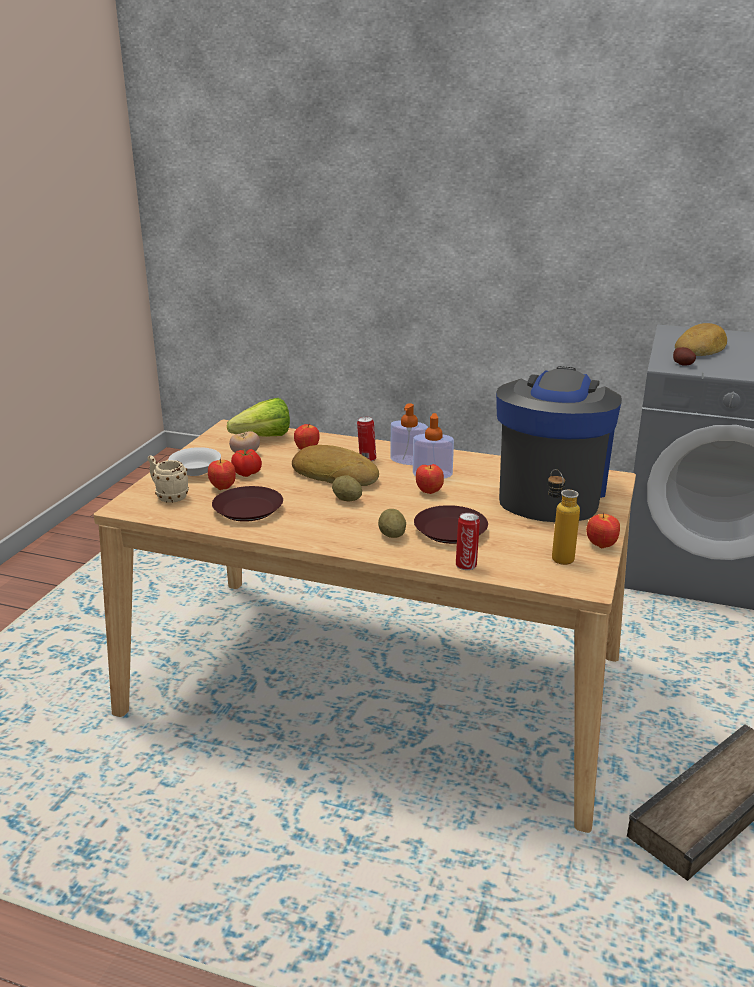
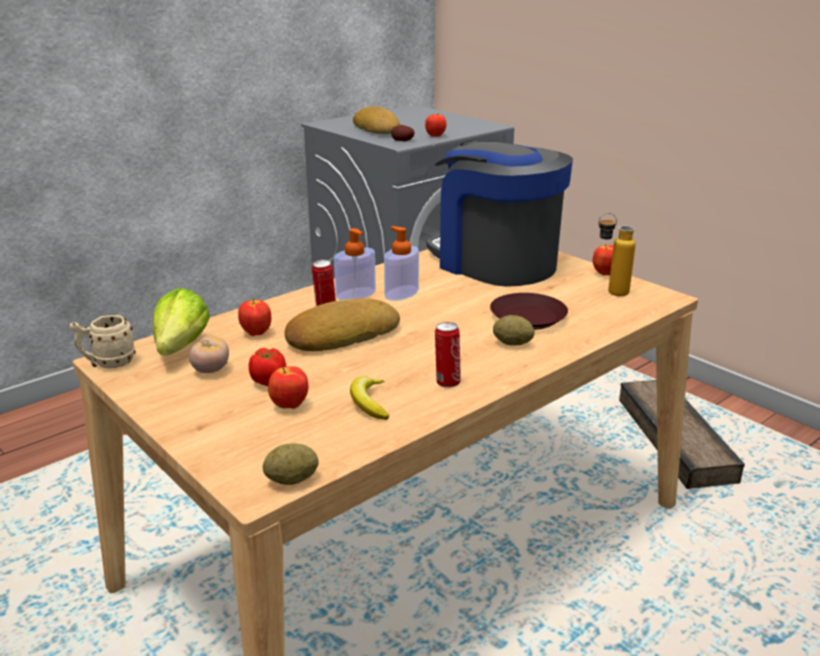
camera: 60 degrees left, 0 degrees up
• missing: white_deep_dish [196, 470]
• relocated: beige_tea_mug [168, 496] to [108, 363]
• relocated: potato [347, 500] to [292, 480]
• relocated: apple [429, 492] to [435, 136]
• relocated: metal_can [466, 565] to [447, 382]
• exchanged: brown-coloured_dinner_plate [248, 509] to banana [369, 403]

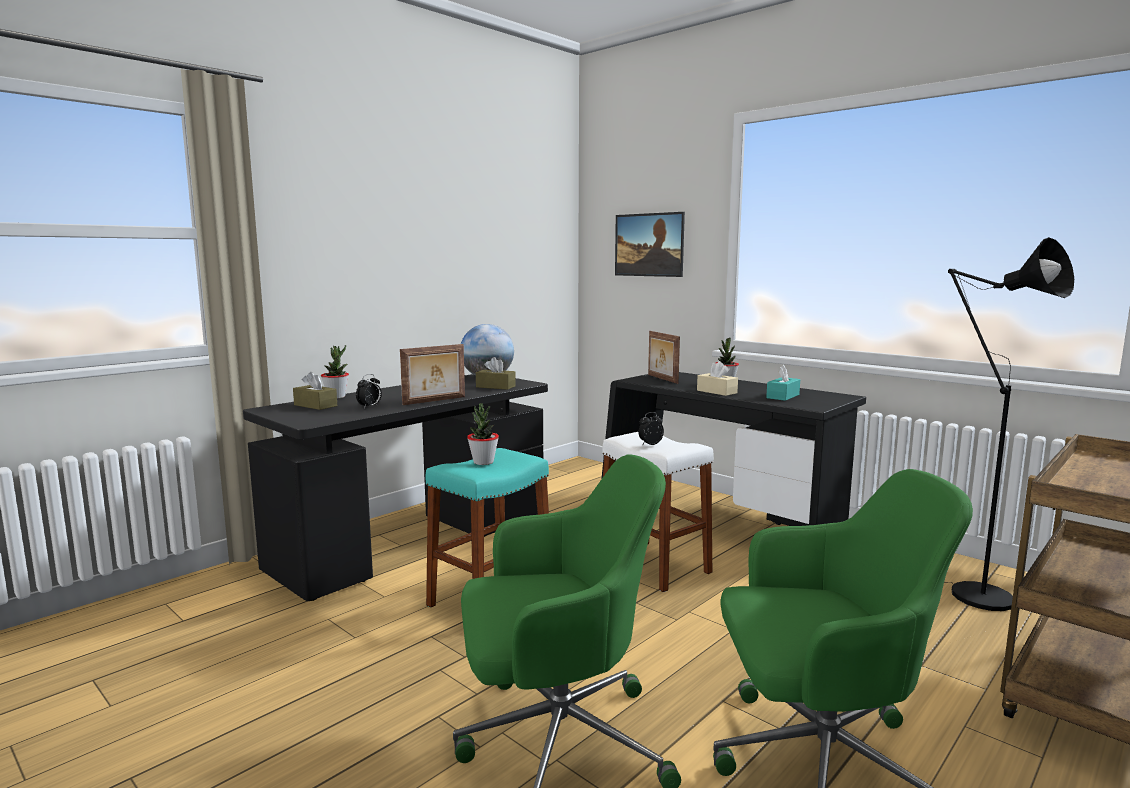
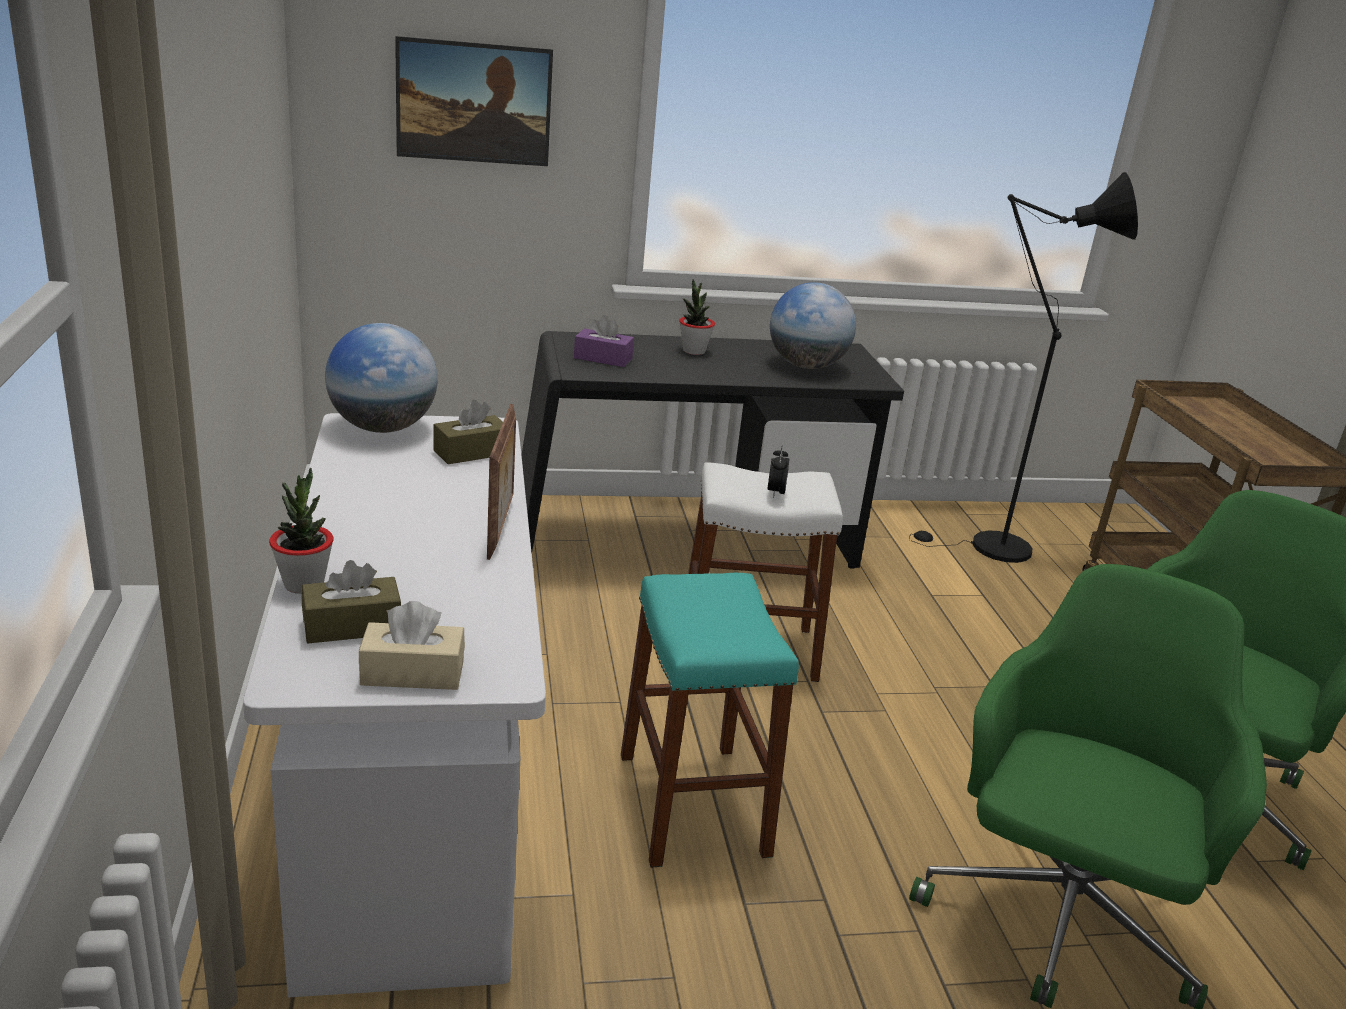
camera: 55 degrees left, 15 degrees up
• missing: bedside_clock [369, 407]
• missing: potted_plant [483, 462]
• relocated: beige_box_of_tissues [716, 392] to [412, 673]
• exchanged: photo_frame [661, 379] to purplish_box_of_tissues [603, 358]
• exchanged: blue-green_box_of_tissues [783, 396] to globe [806, 366]
• colour: blackish_desk_unit [415, 542] to white_desk_unit [412, 780]

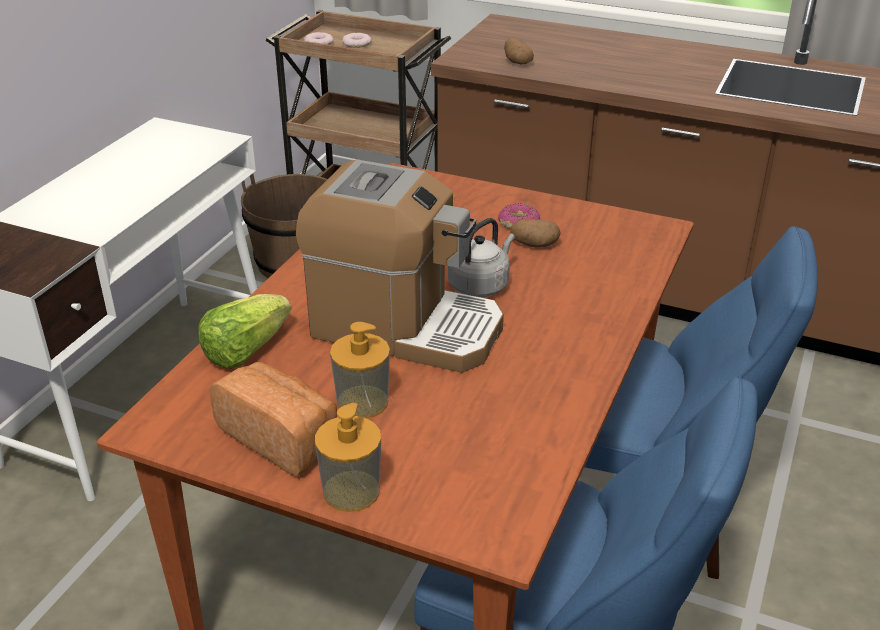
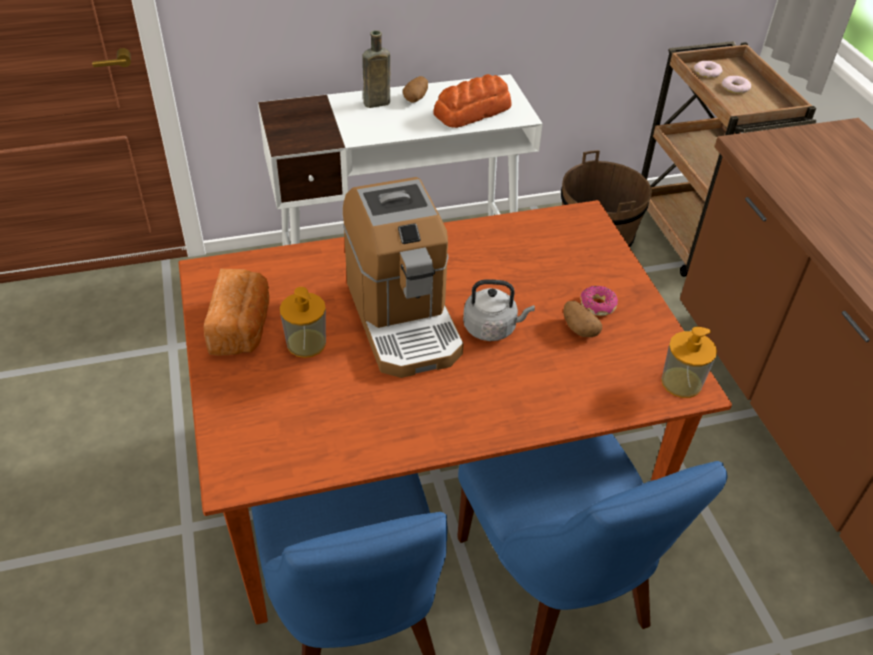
camera: 50 degrees right, 10 degrees up
• missing: lettuce_head [245, 350]
• appeared: brown-coloured_drink_bottle [375, 103]
• appeared: baked_bread [473, 111]
• relocated: liquid_soap_bottle [351, 491] to [681, 382]
• relocated: potato [516, 62] to [416, 98]

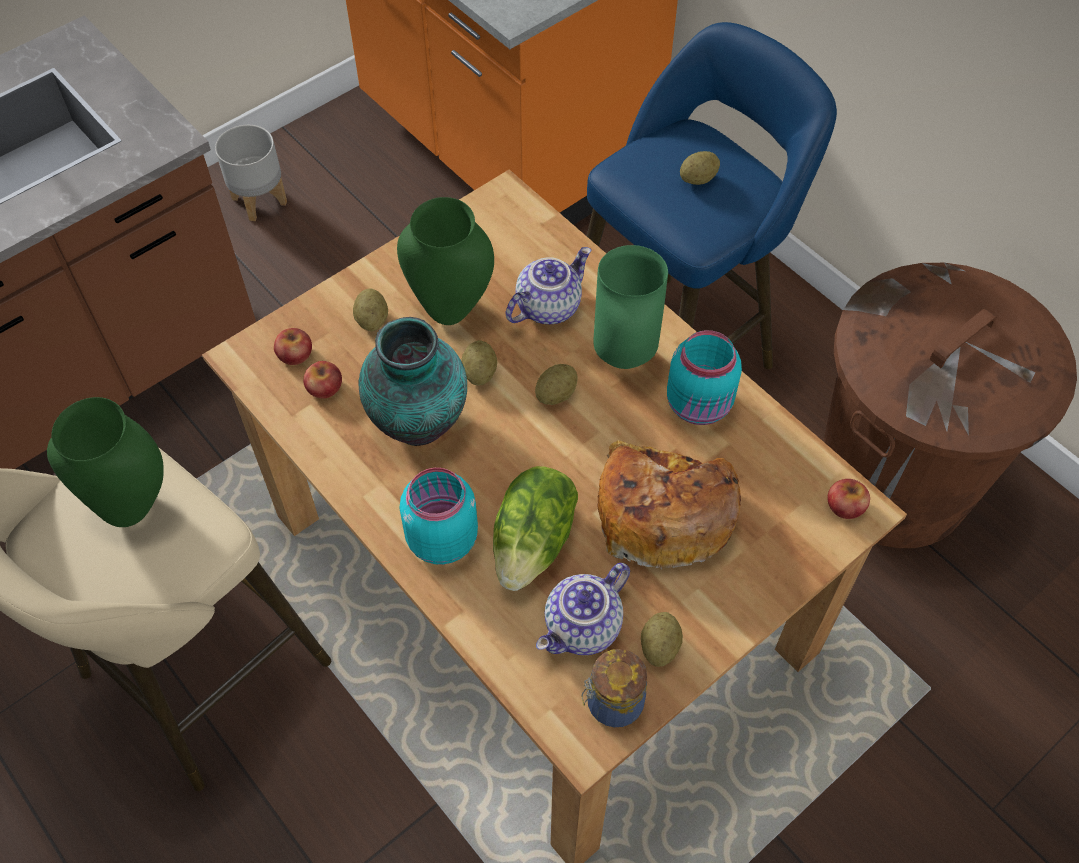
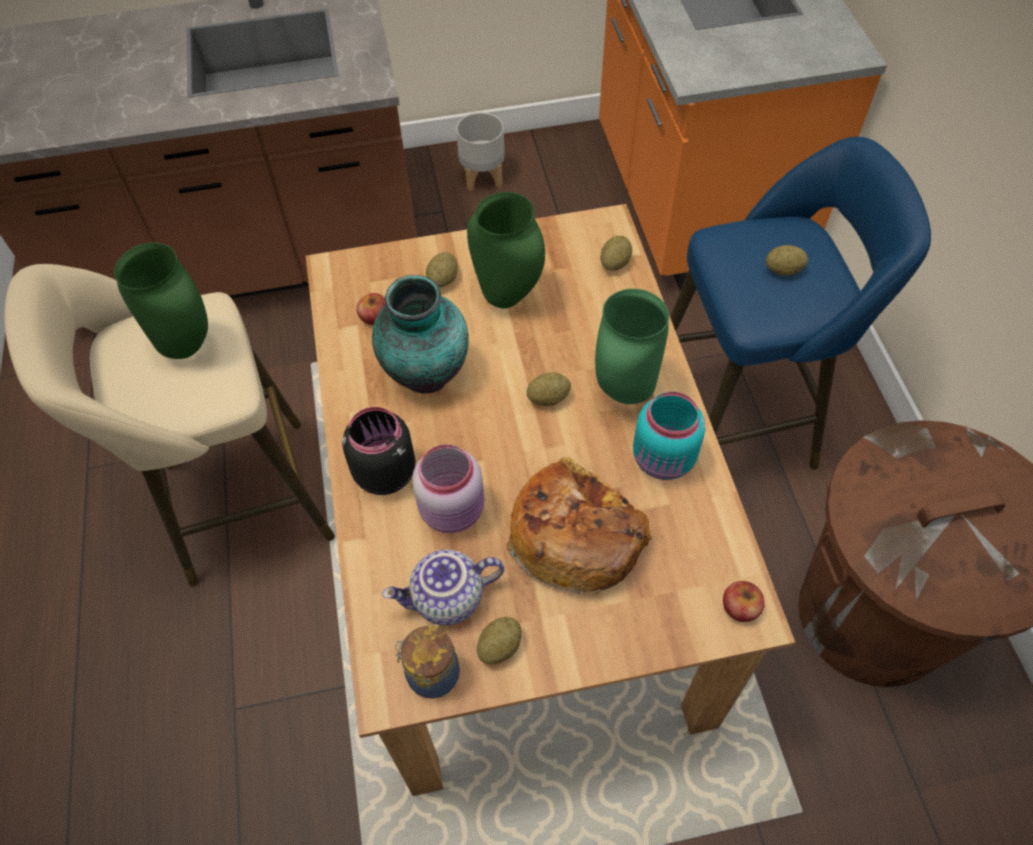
camera: 30 degrees right, 0 degrees up
• missing: apple [295, 354]
• missing: teapot [547, 306]
• relocated: potato [479, 373] to [615, 263]
• exchanged: lettuce_head [535, 542] to pink_storage_jar [454, 510]
• colour: blue-green_storage_jar [440, 538] to blackish_storage_jar [384, 472]

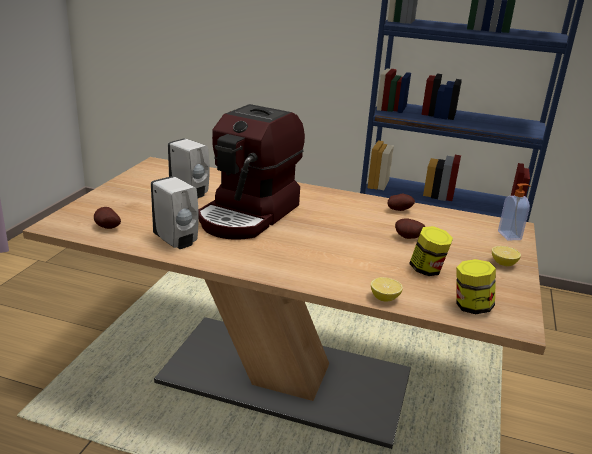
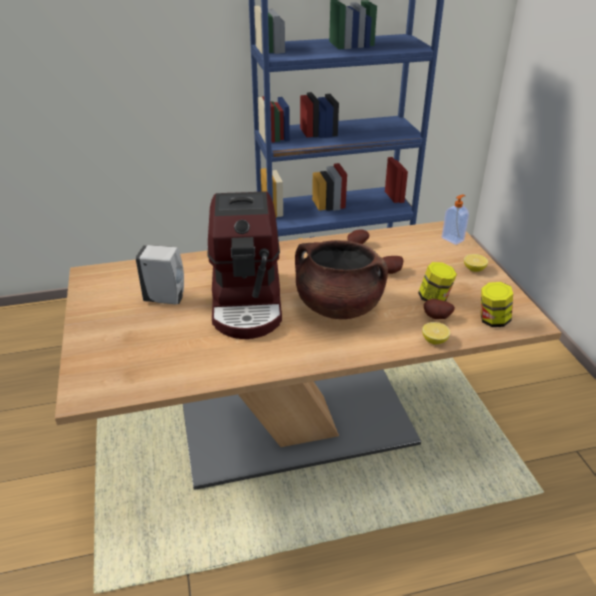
camera: 30 degrees left, 10 degrees up
• missing: white_liquid_soap_bottle [176, 241]
• appeared: brown-coloured_stockpot [338, 307]
• relocated: potato [106, 227] to [437, 318]

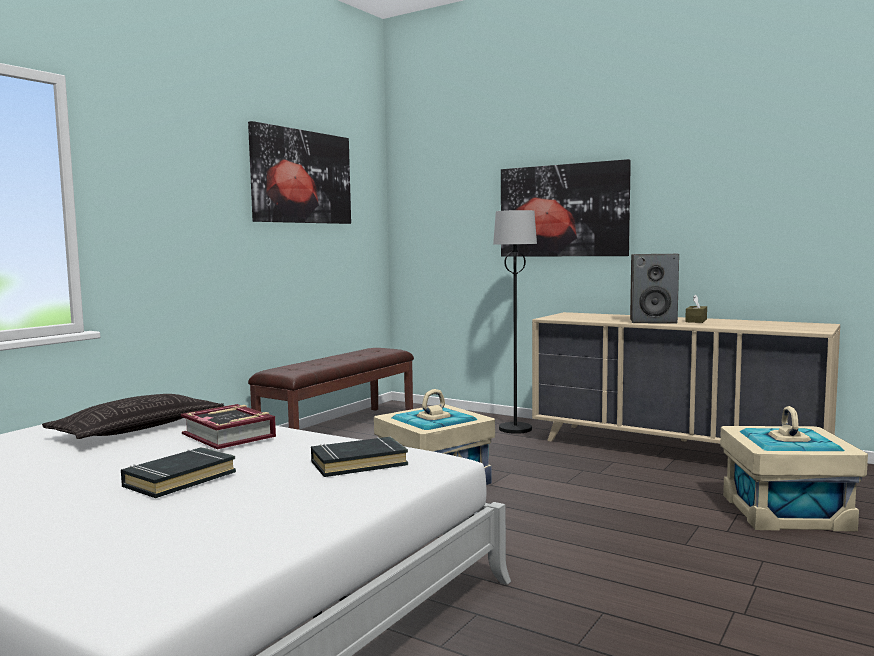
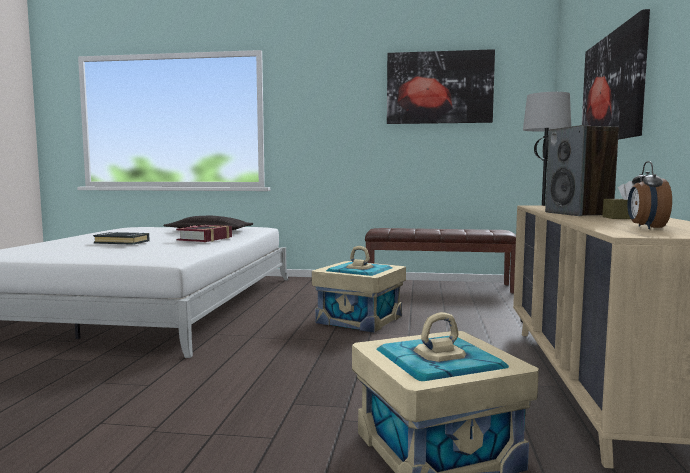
camera: 65 degrees right, 0 degrees up
• missing: blackish_volume [358, 463]
• appeared: bedside_clock [645, 227]

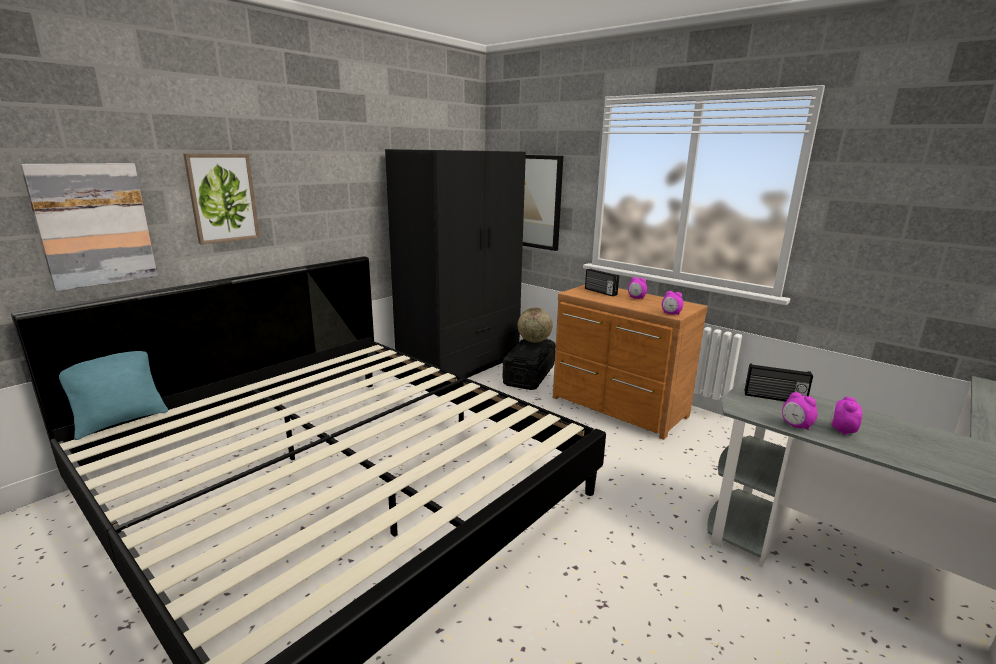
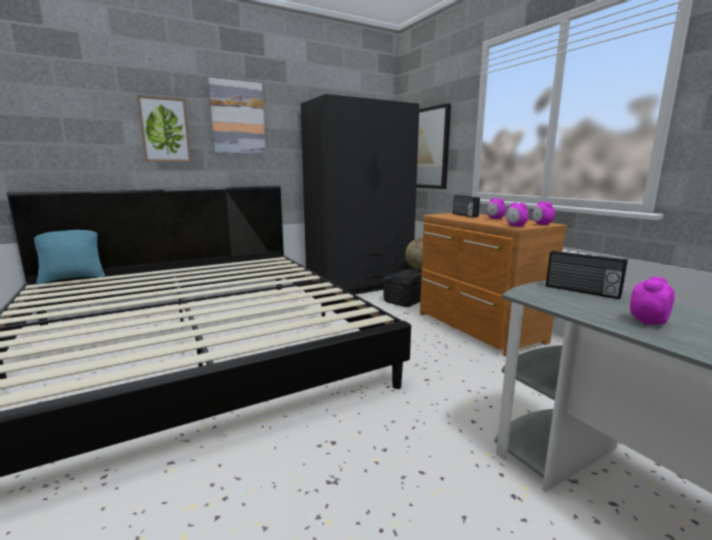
camera: 20 degrees right, 5 degrees down
• relocated: wall_picture [94, 225] to [237, 118]
• relocated: bedside_clock [796, 426] to [542, 224]

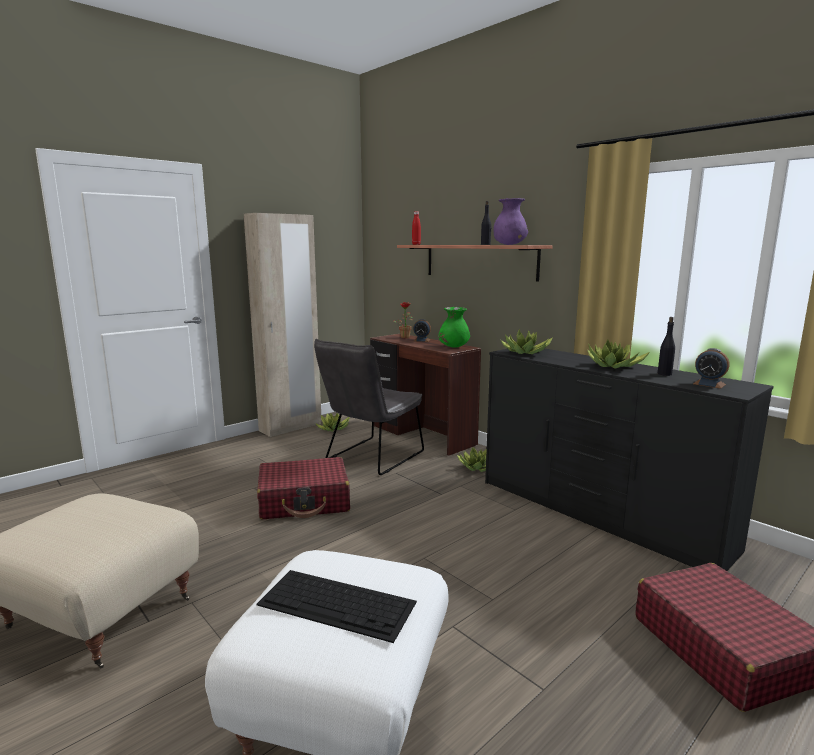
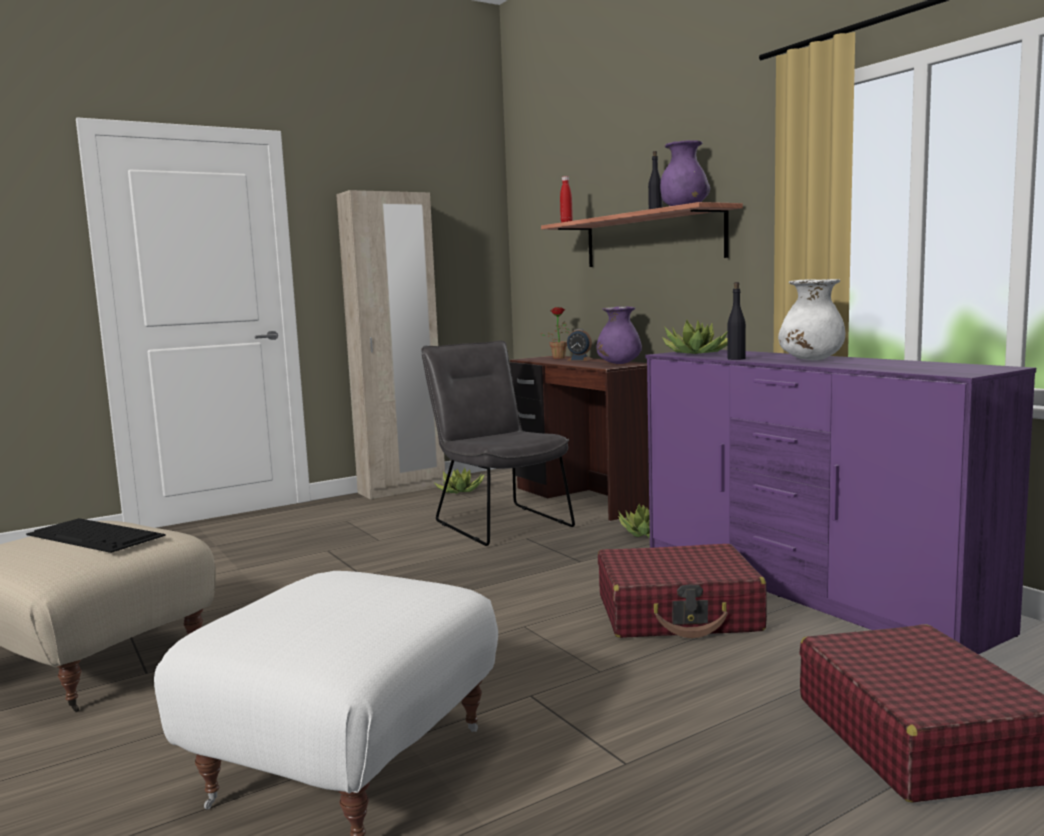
camera: 10 degrees right, 5 degrees down
• missing: bedside_clock [709, 384]
• relocated: keyboard [338, 603] to [96, 535]
• relocated: red-coloured_suitcase [304, 501] to [678, 614]
• relocated: blackish_drink_bottle [664, 374] to [736, 359]
• exchanged: potted_plant [614, 367] to white_decorative_vase [811, 360]
• colour: green_decorative_vase [453, 347] to purplish_decorative_vase [619, 363]
• colour: blackish_dresser [598, 514] to purplish_dresser [805, 588]
• spun: grey_upright_chair [371, 458] = [498, 522] 105 degrees clockwise

